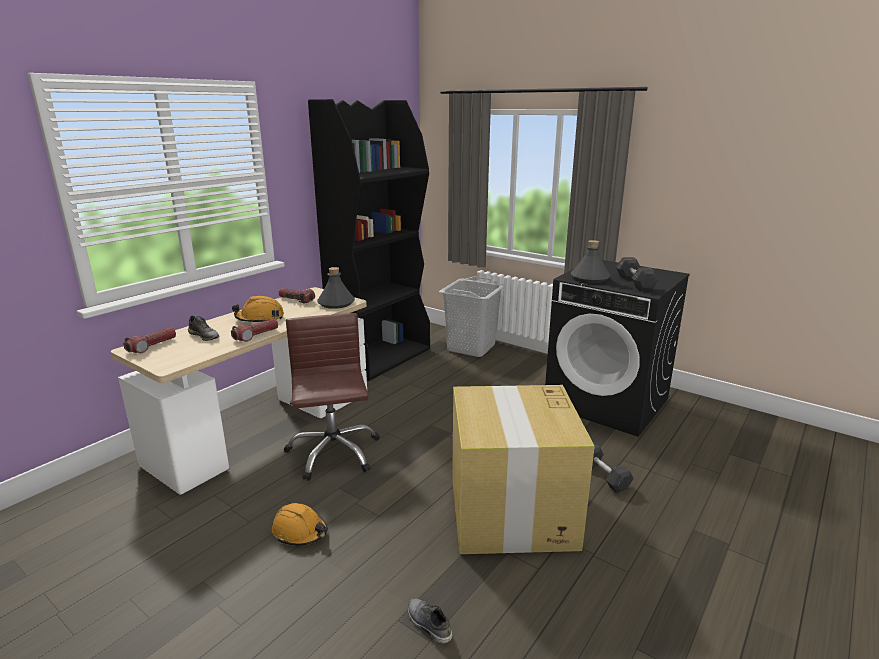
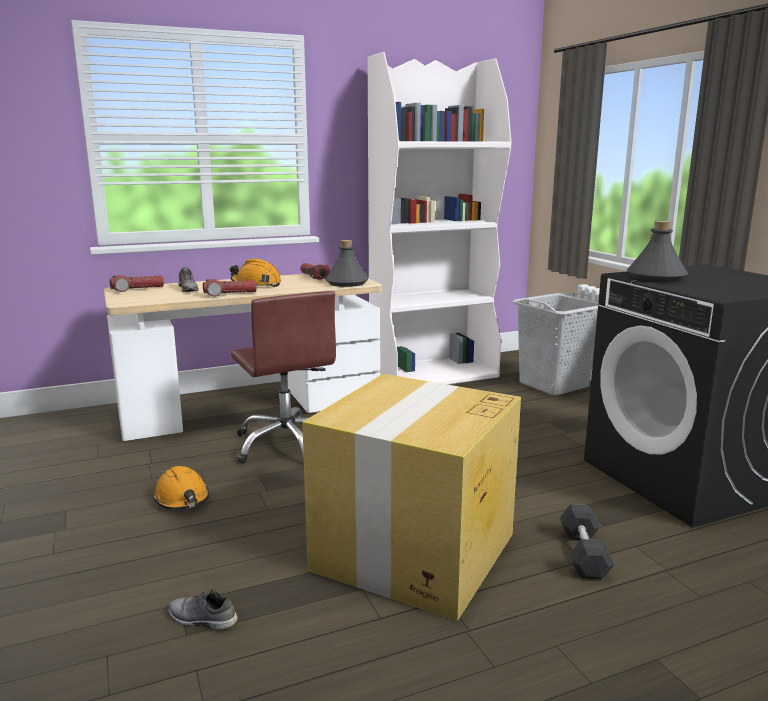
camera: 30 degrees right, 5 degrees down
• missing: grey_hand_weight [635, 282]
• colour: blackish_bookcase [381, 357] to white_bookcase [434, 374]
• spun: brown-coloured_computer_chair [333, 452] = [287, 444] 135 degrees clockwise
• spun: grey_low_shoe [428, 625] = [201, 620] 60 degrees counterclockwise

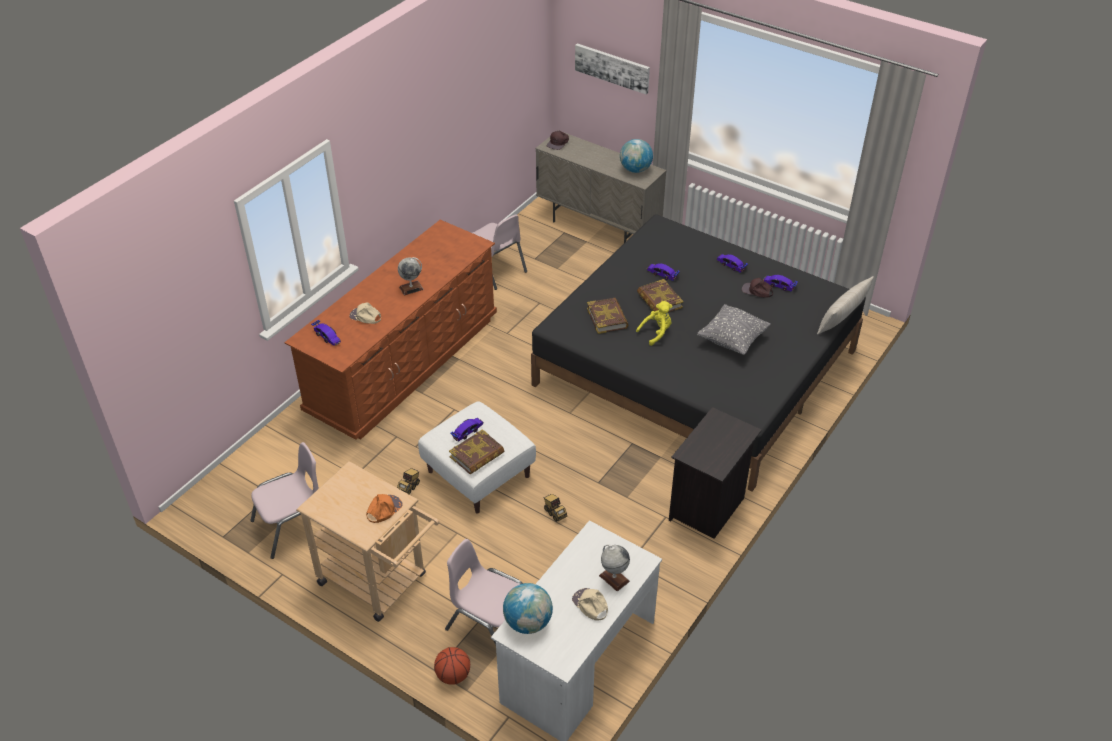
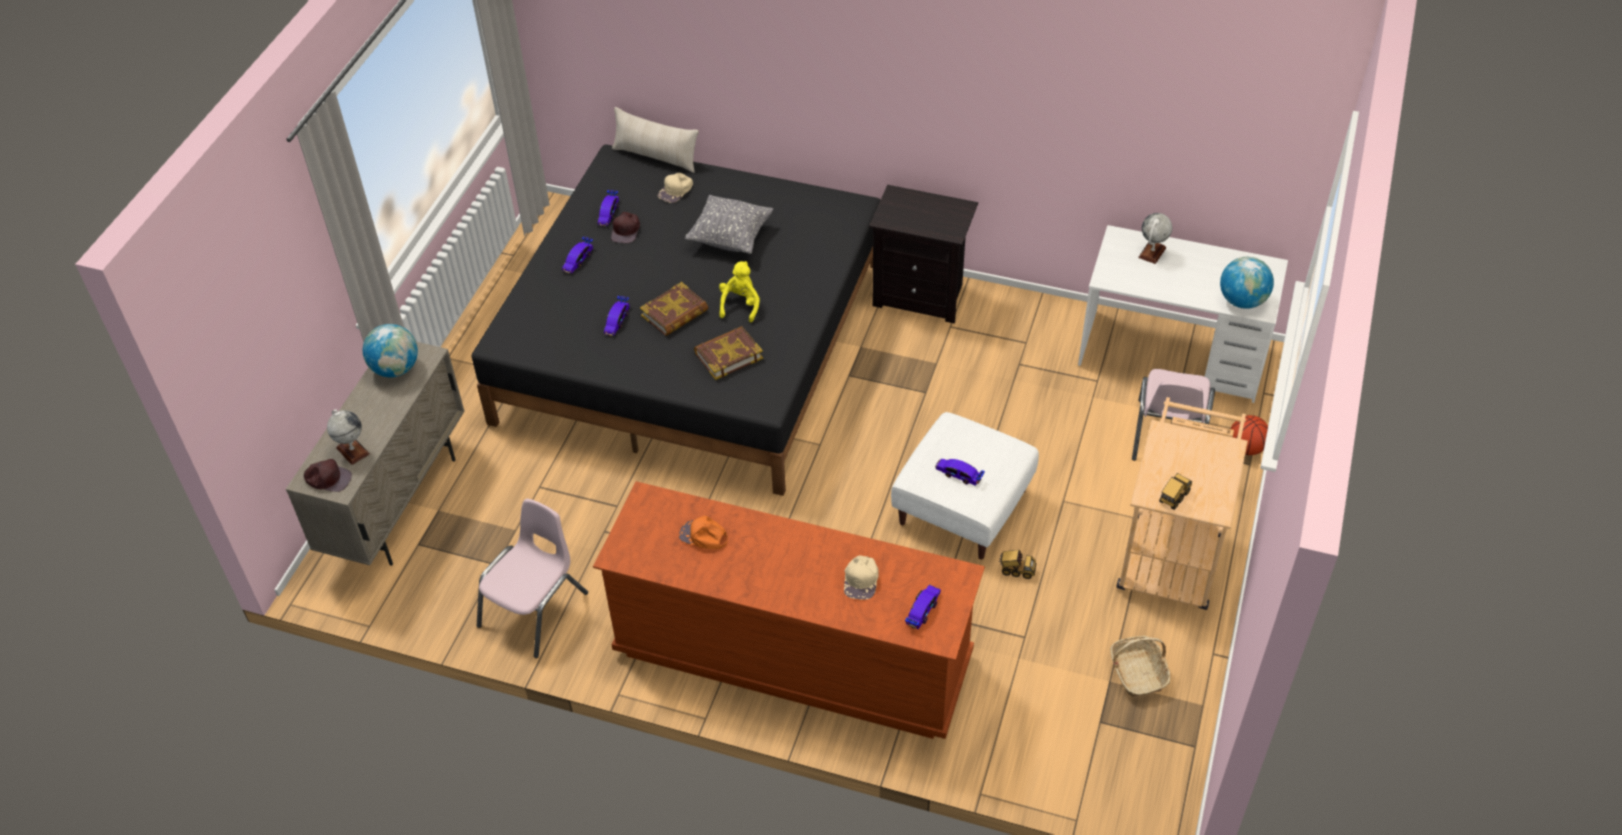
camera: 105 degrees left, 5 degrees up
• missing: volume [477, 455]
• missing: wall_picture [612, 67]
• relocated: orange-coloured_peaked_cap [383, 509] to [703, 536]
• relocated: globe [411, 288] to [352, 451]
• relocated: toy_lorry [554, 513] to [1173, 498]
• relocated: beige_peaked_cap [590, 605] to [676, 190]
• exchanged: pink_upright_chair [293, 526] to household_basket [1137, 672]
• spun: yellowish_plush_toy [656, 332] = [740, 305] 60 degrees clockwise

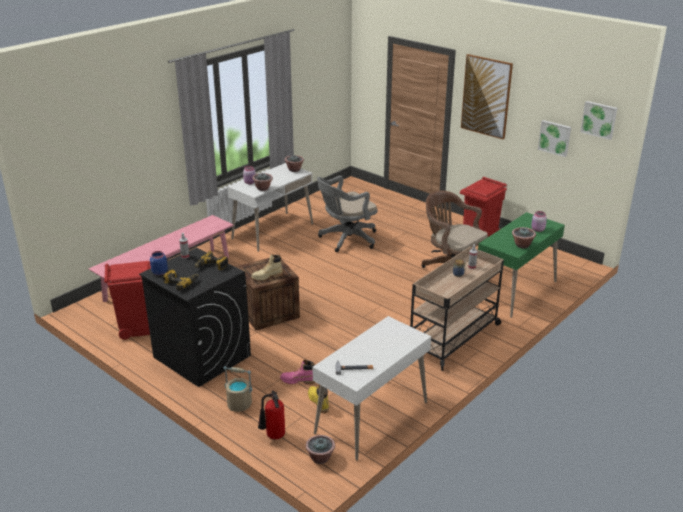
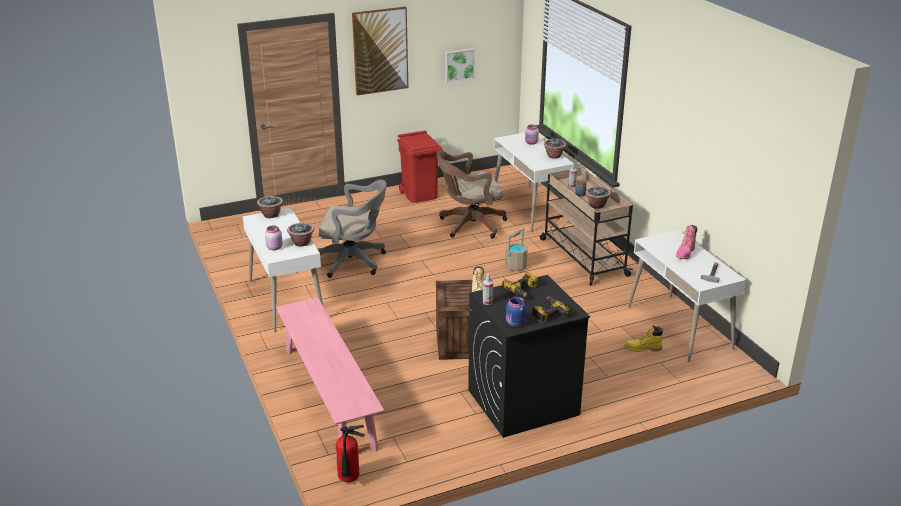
camera: 65 degrees left, 0 degrees up
• missing: red-coloured_trash_can [138, 327]
• missing: wall_picture [599, 119]
• relocated: beige_pail [239, 404] to [516, 266]
• relocated: fire-fighting_cylinder [273, 436] to [349, 480]
• relocated: pink_high-top_boot [298, 381] to [685, 253]
• relocated: potted_plant [320, 458] to [597, 205]
• colour: green_desk_unit [515, 291] to white_desk_unit [530, 209]
• spun: grey_computer_chair [346, 240] = [354, 261] 75 degrees counterclockwise

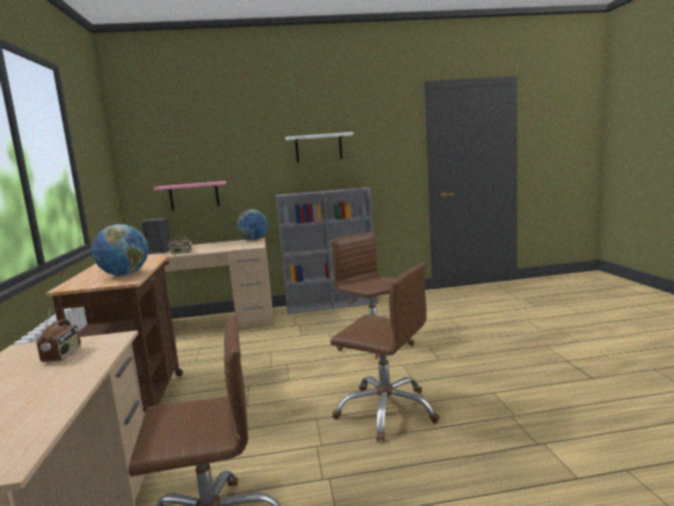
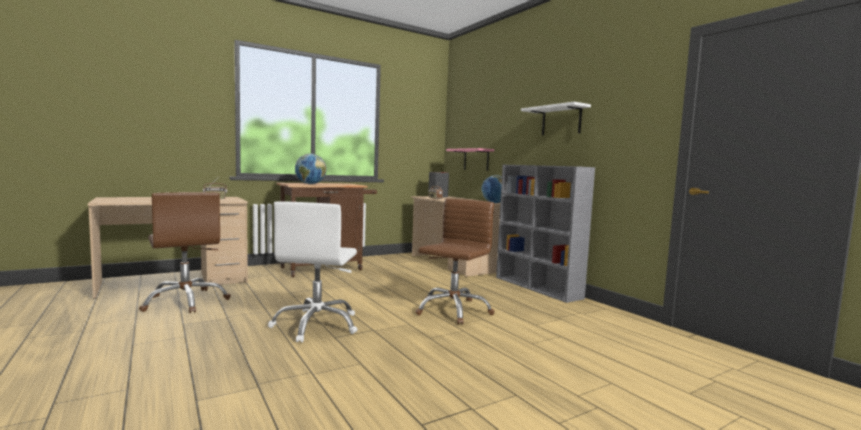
camera: 65 degrees right, 5 degrees down
• colour: brown-coloured_computer_chair [387, 411] to white_computer_chair [317, 325]

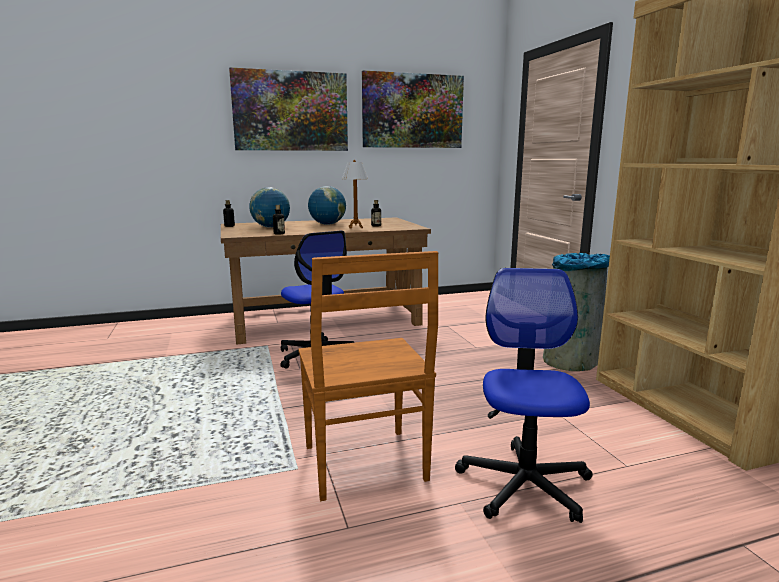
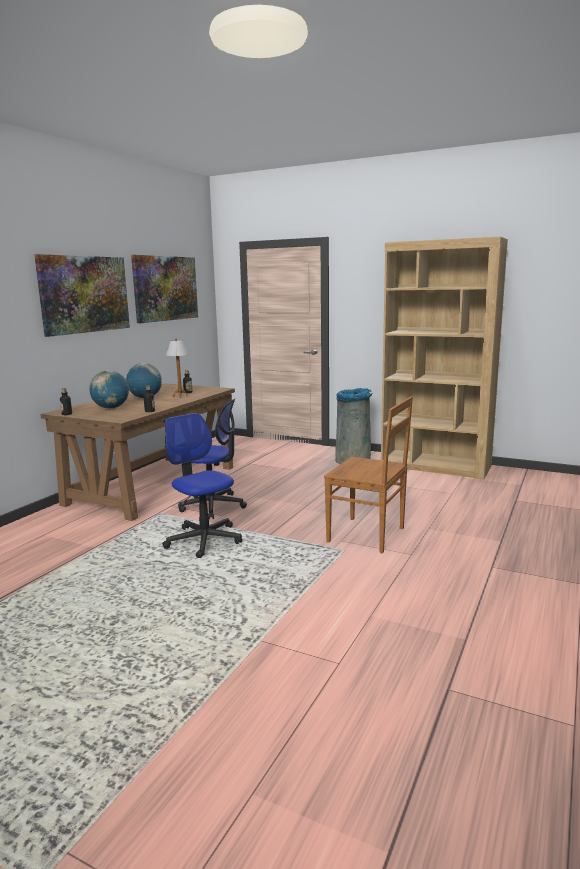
camera: 45 degrees left, 0 degrees up
• relocated: computer_chair [524, 484] to [204, 540]

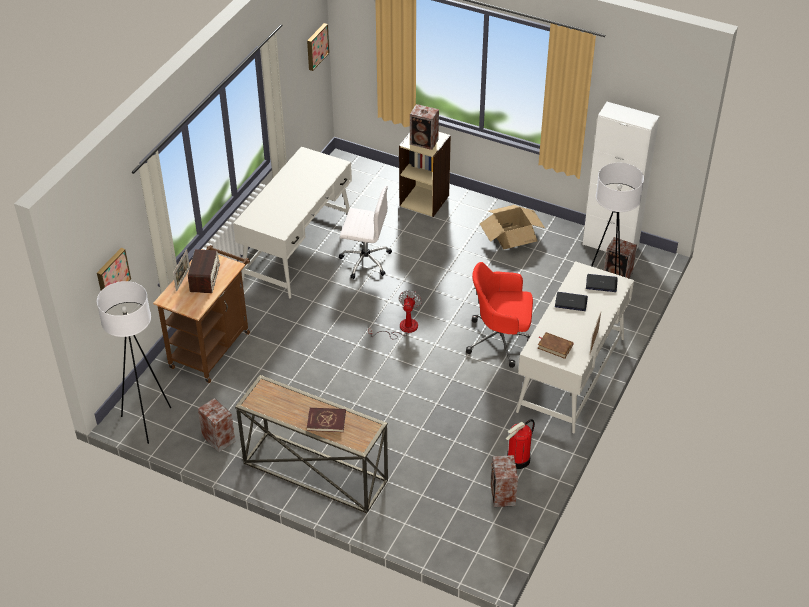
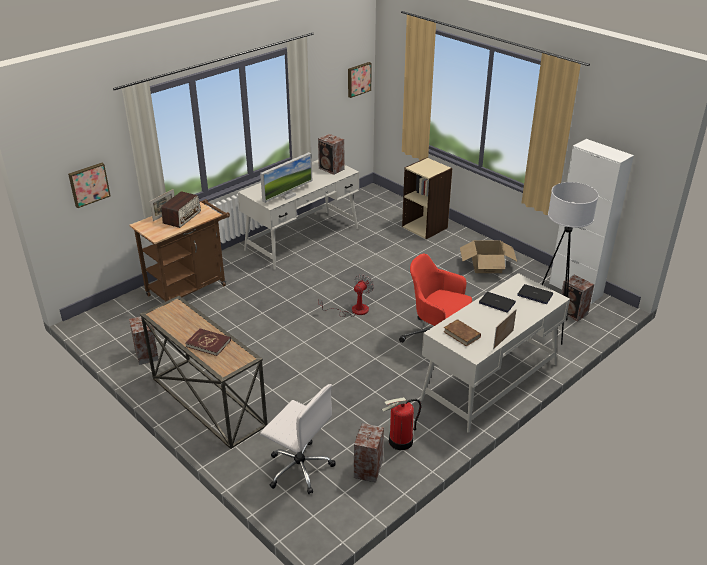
camera: 20 degrees right, 10 degrees down
• missing: white_standing_lamp [147, 422]
• appeared: computer_display [287, 195]
• relocated: white_computer_chair [365, 260] to [299, 468]
• relocated: audio_speaker [424, 142] to [331, 169]

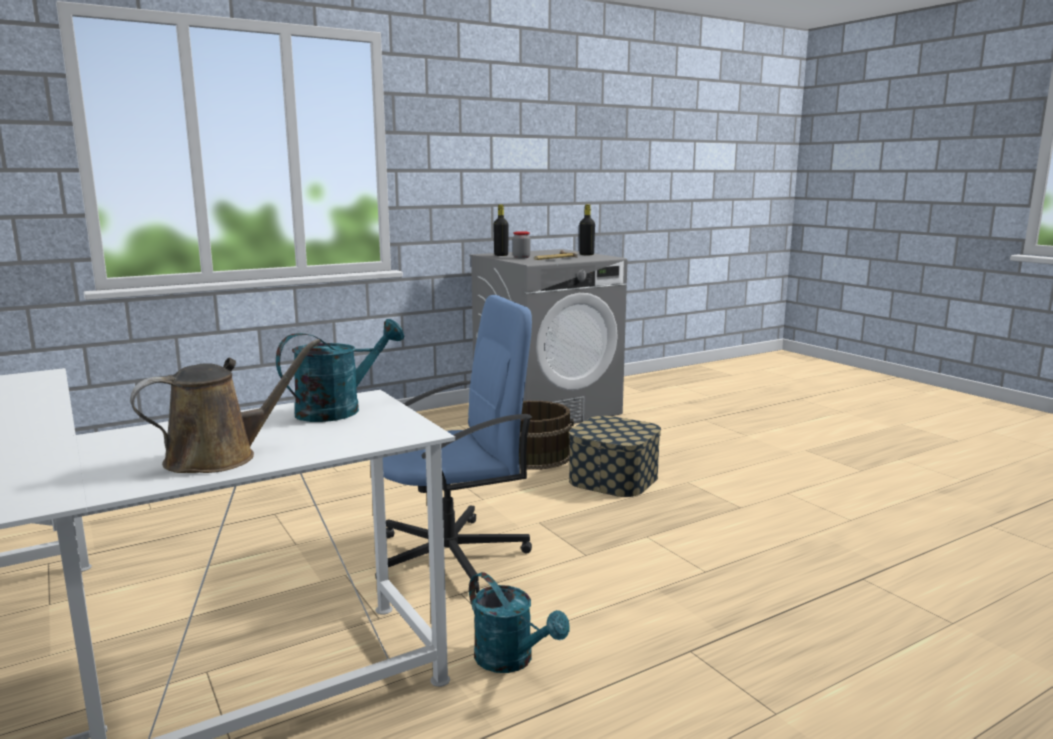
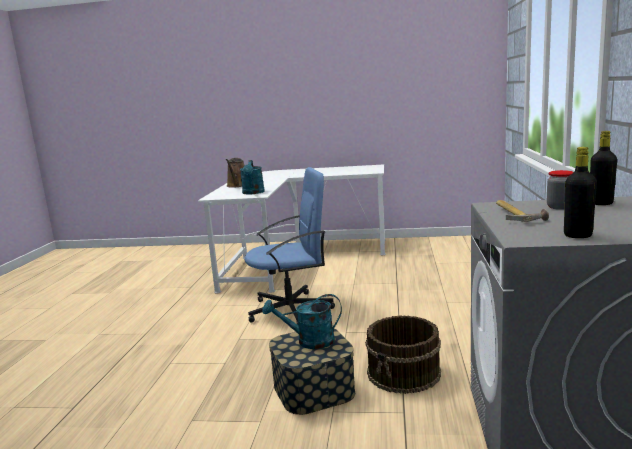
camera: 130 degrees right, 0 degrees up
• relocated: blue-green_watering_pot [512, 660] to [309, 342]
• spun: blue_computer_chair [452, 555] = [292, 310] 120 degrees counterclockwise

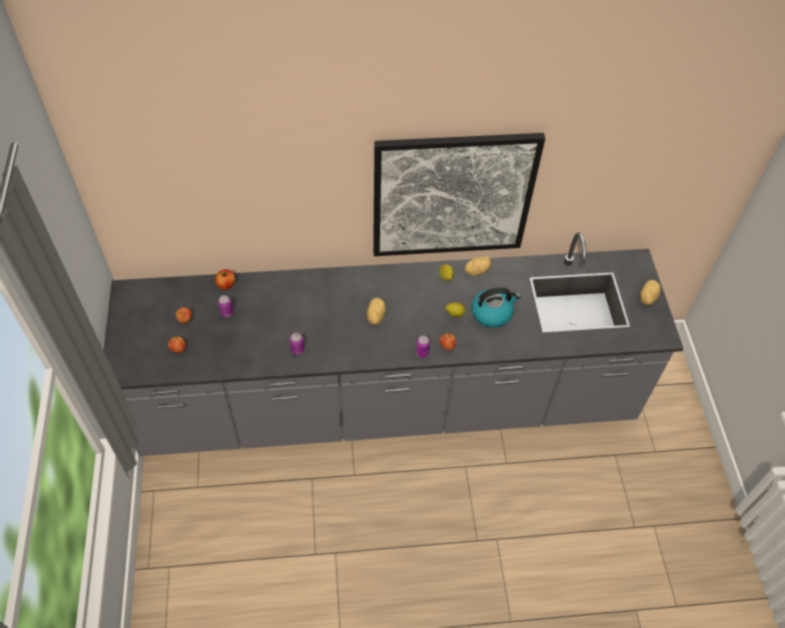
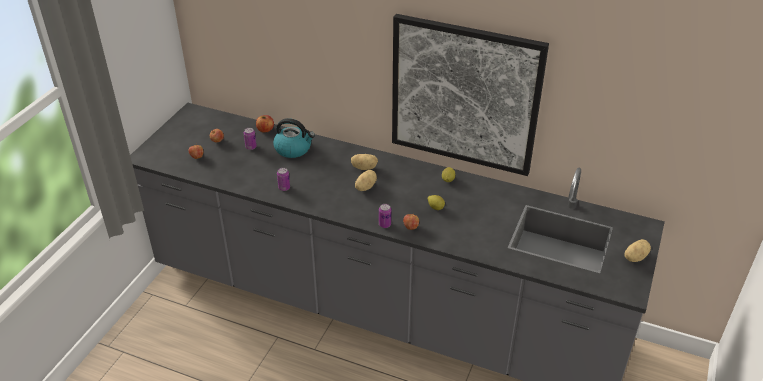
camera: 30 degrees right, 15 degrees down
• relocated: potato [476, 270] to [364, 168]
• relocated: water_kettle [492, 313] to [293, 149]

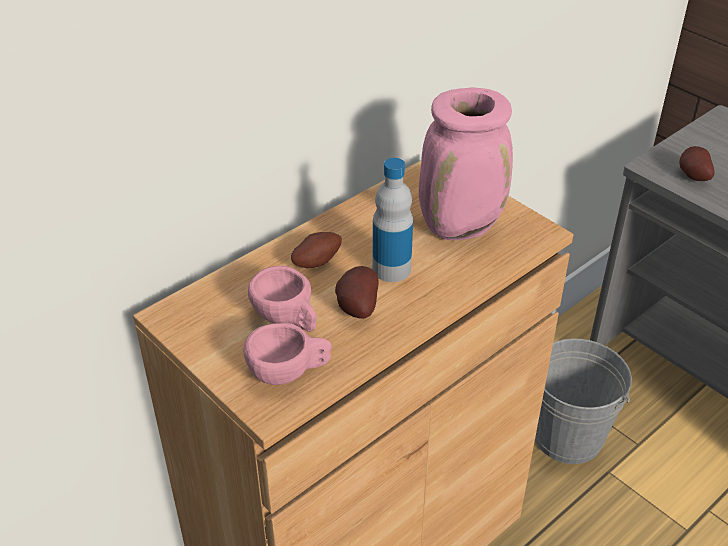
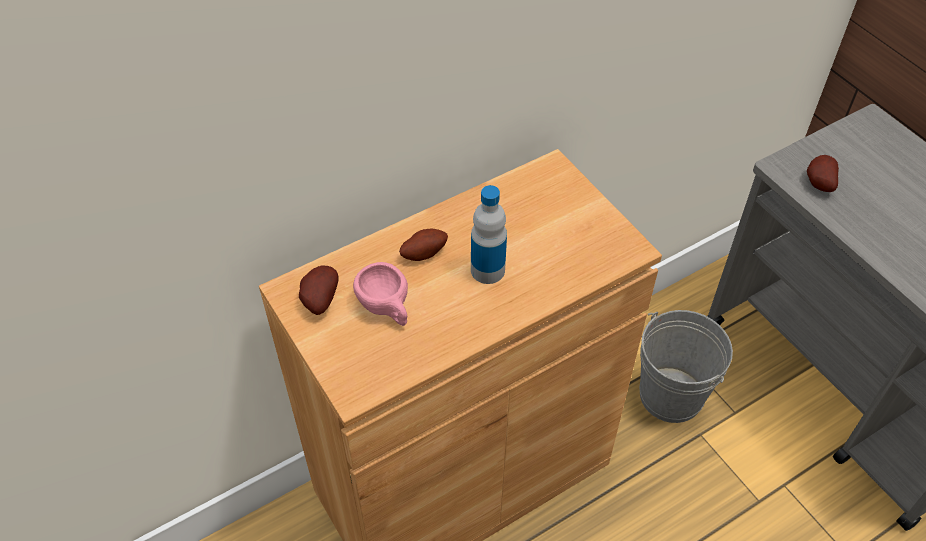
camera: 10 degrees right, 10 degrees up
• missing: pink_drinking_cup [289, 372]
• missing: pink_decorative_vase [461, 226]
• relocated: potato [356, 308] to [318, 300]

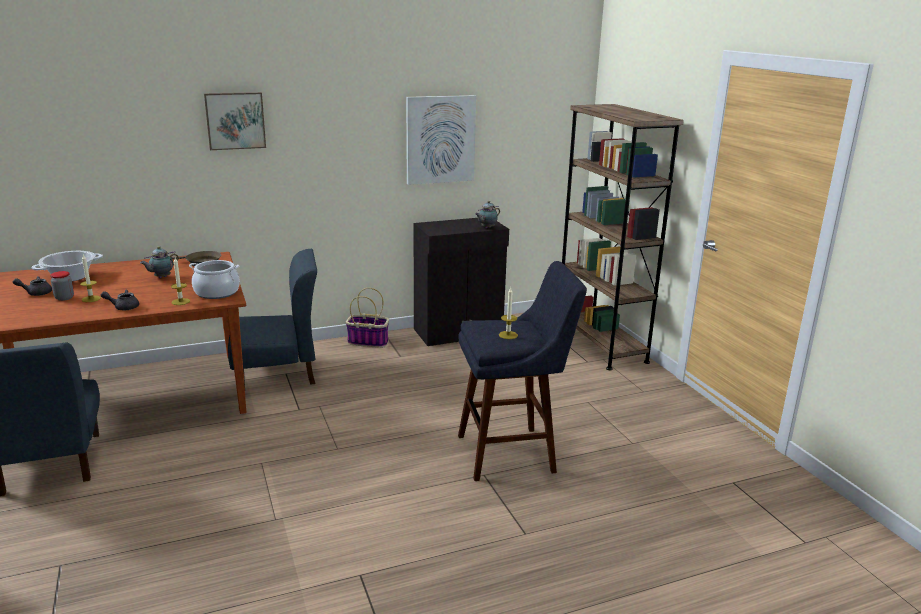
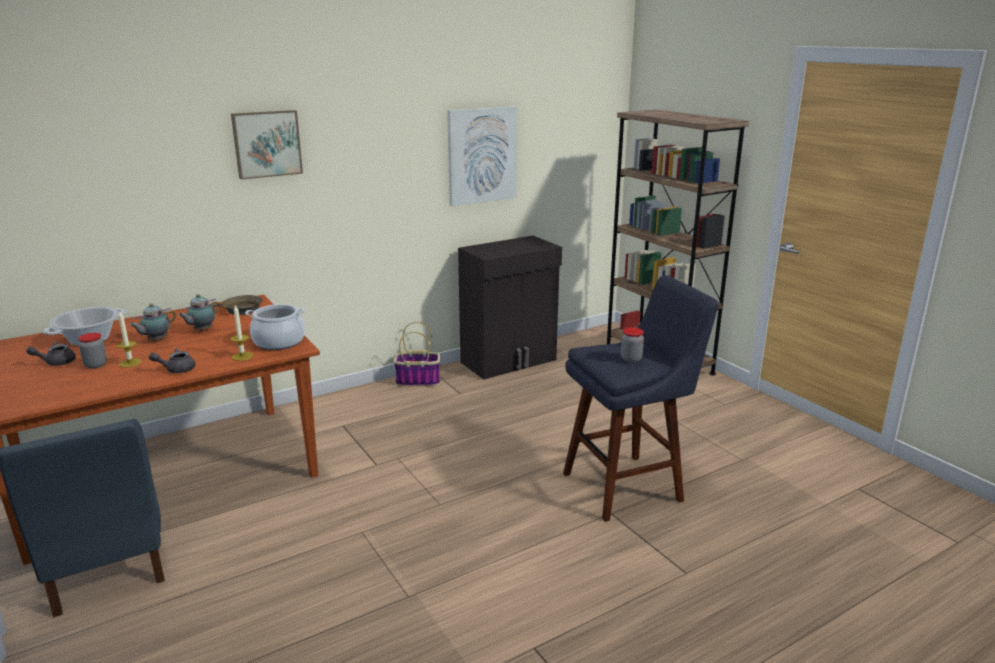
camera: 10 degrees left, 0 degrees up
• missing: blue_upright_chair [277, 373]
• relocated: teapot [486, 228] to [156, 340]
• exchanged: wax_light [508, 335] to storage_jar [631, 359]

